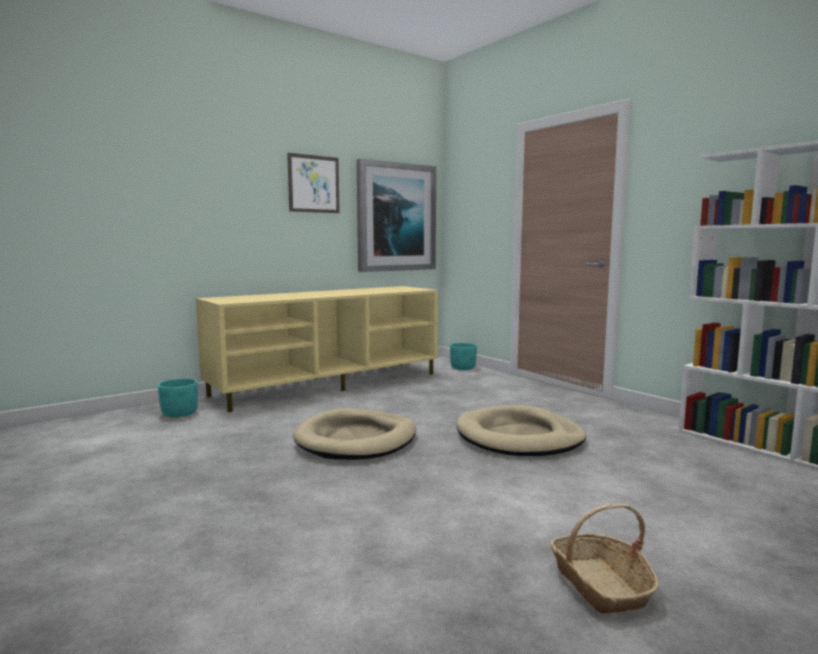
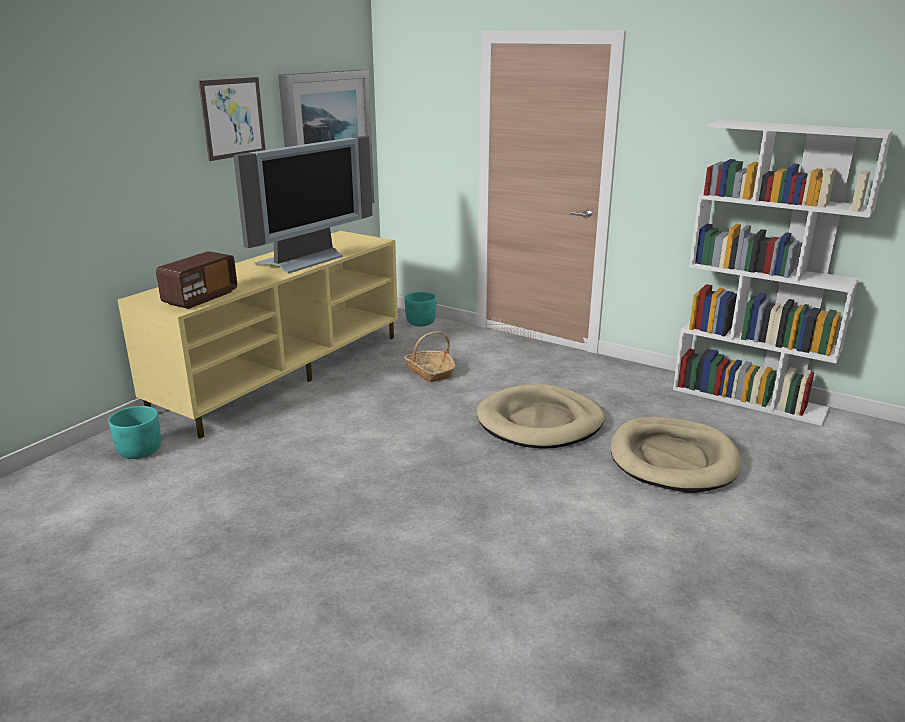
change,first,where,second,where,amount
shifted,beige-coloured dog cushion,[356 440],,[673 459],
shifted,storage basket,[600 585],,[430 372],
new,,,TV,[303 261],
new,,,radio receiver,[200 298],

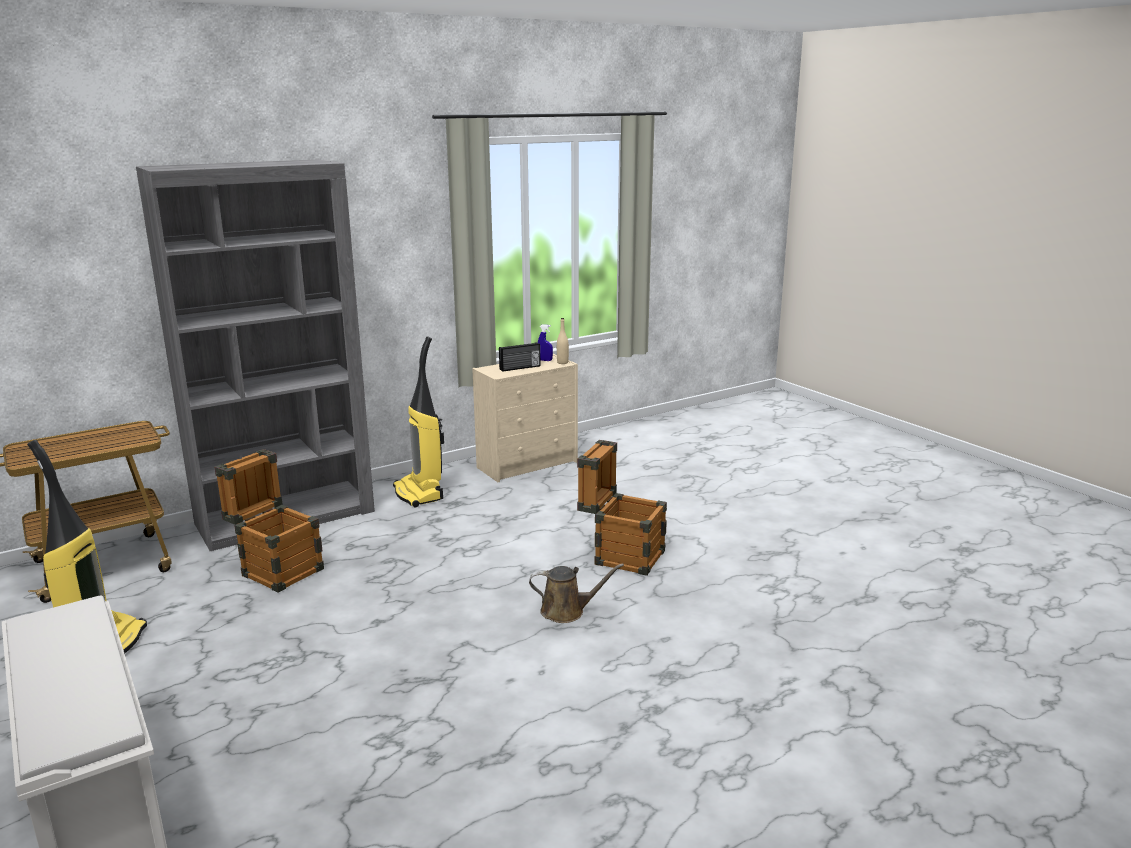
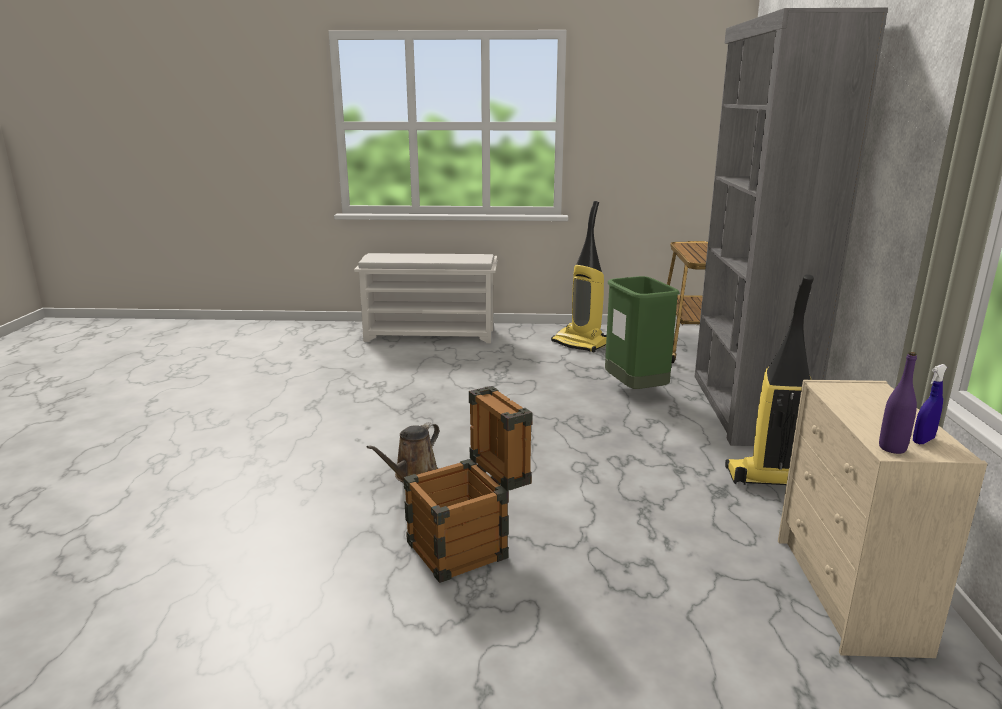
change,first,where,second,where,amount
repainted,beige-coloured bottle,[562 362],purple-coloured bottle,[892 448],
gone,radio receiver,[520 368],,,
swapped,shipping crate,[277 569],greenish rubbish bin,[635 391],

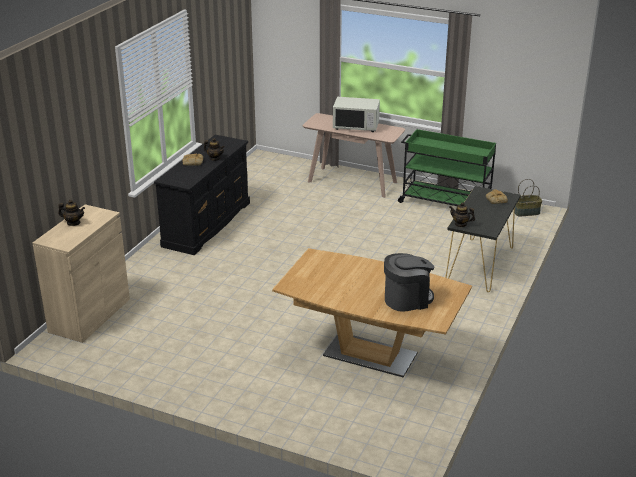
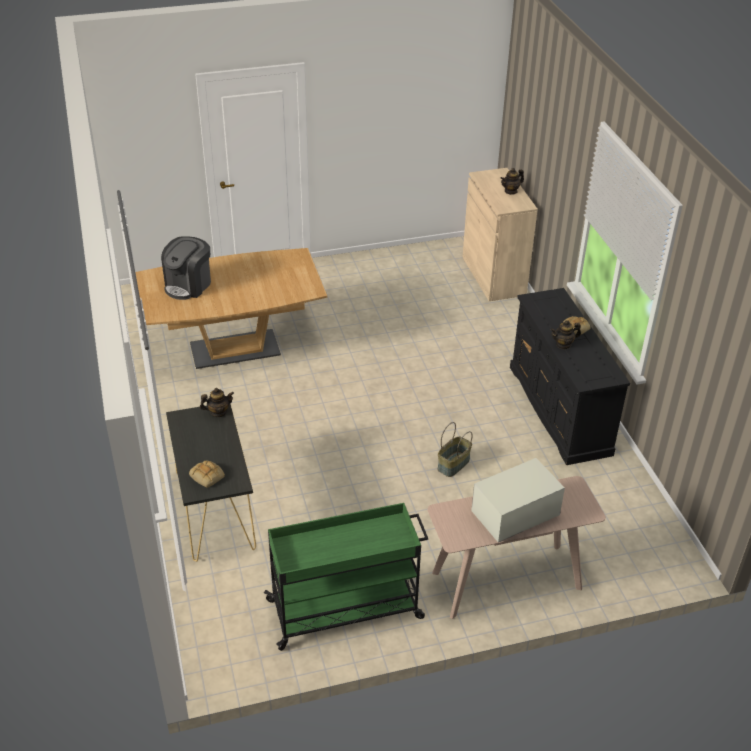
change,first,where,second,where,amount
shifted,storage basket,[526 212],,[453 465],

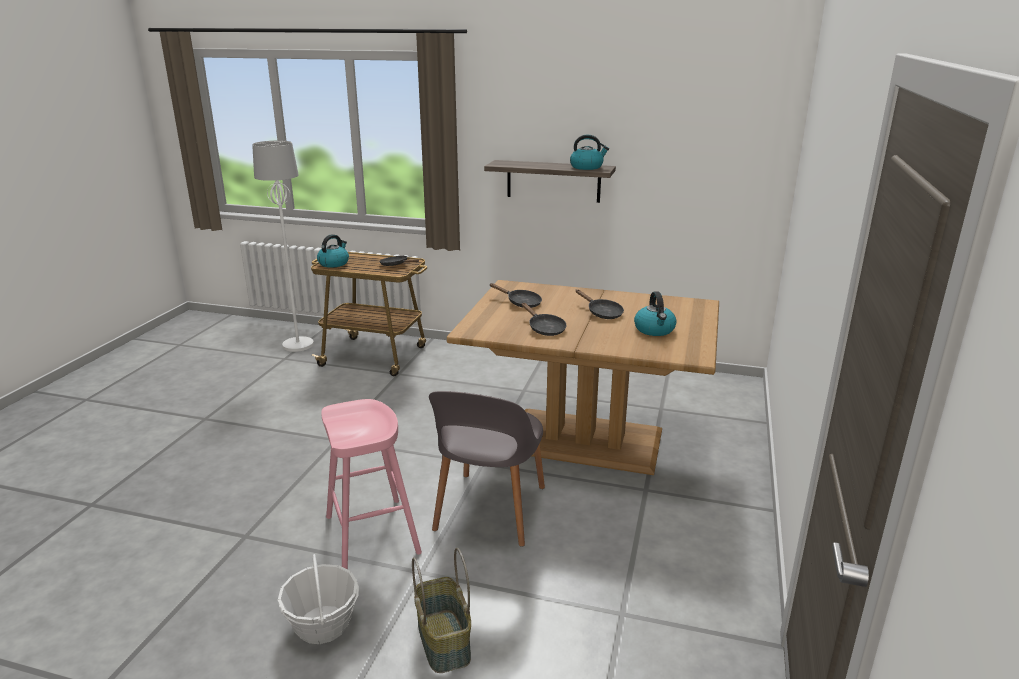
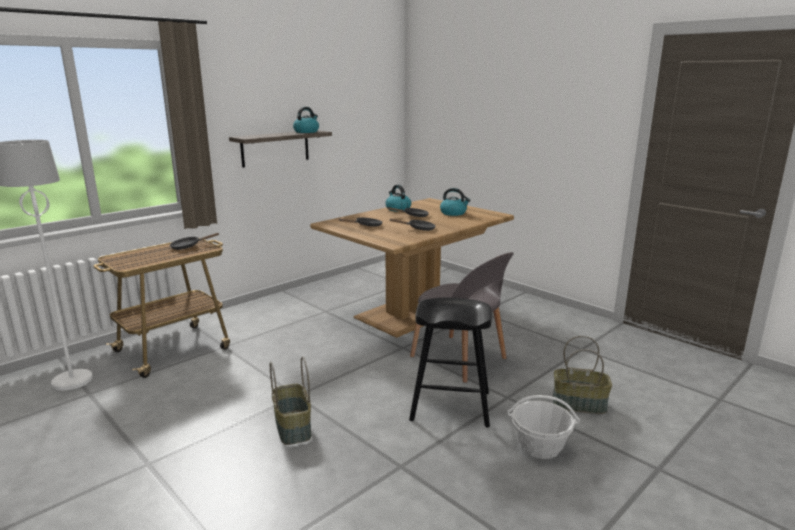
change,first,where,second,where,amount
shifted,water kettle,[334 263],,[397 209],
repainted,pinkish stool,[372 534],black stool,[450 406],
new,,,storage basket,[294 427],

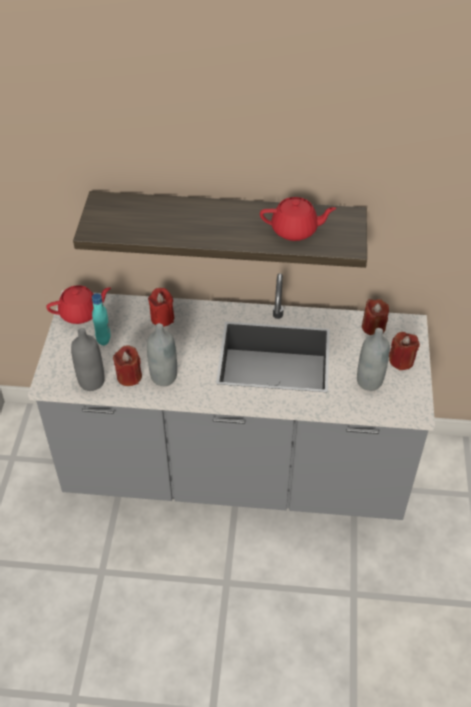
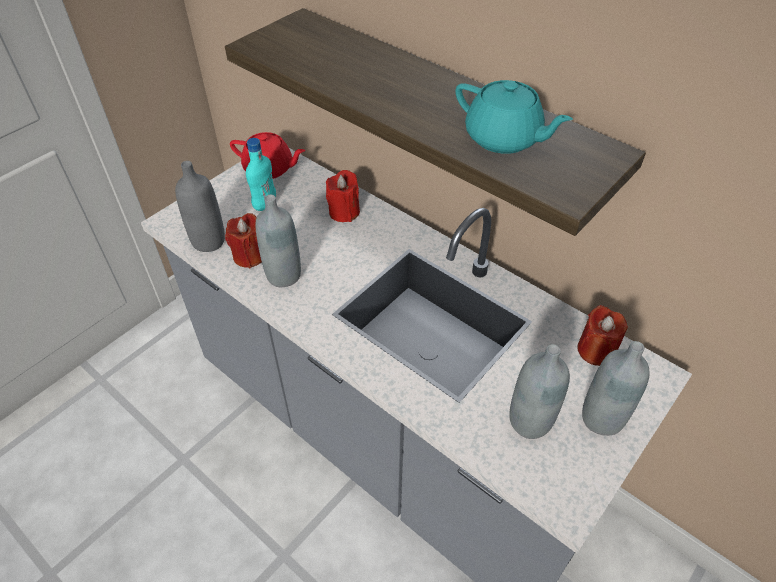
change,first,where,second,where,amount
repainted,red tea pot,[295 230],turquoise-coloured tea pot,[504 139],
swapped,red candle,[401 361],grey bottle,[601 418],

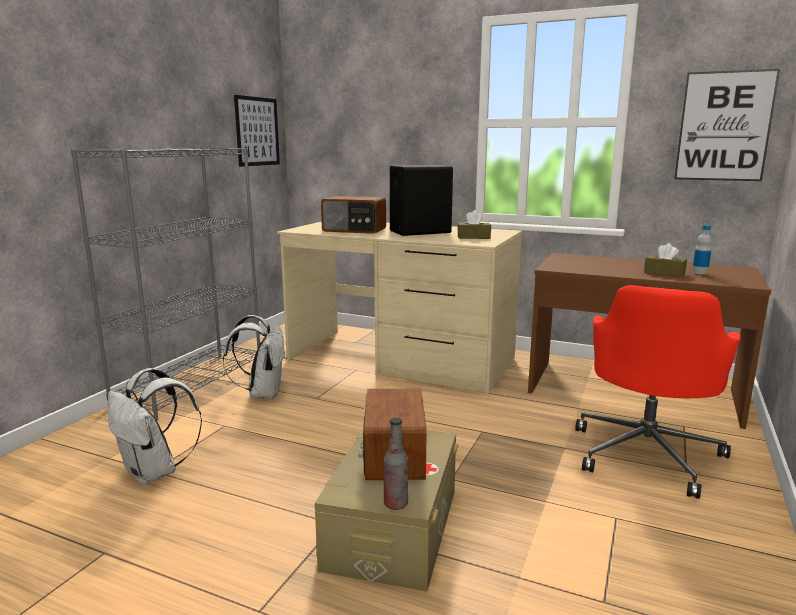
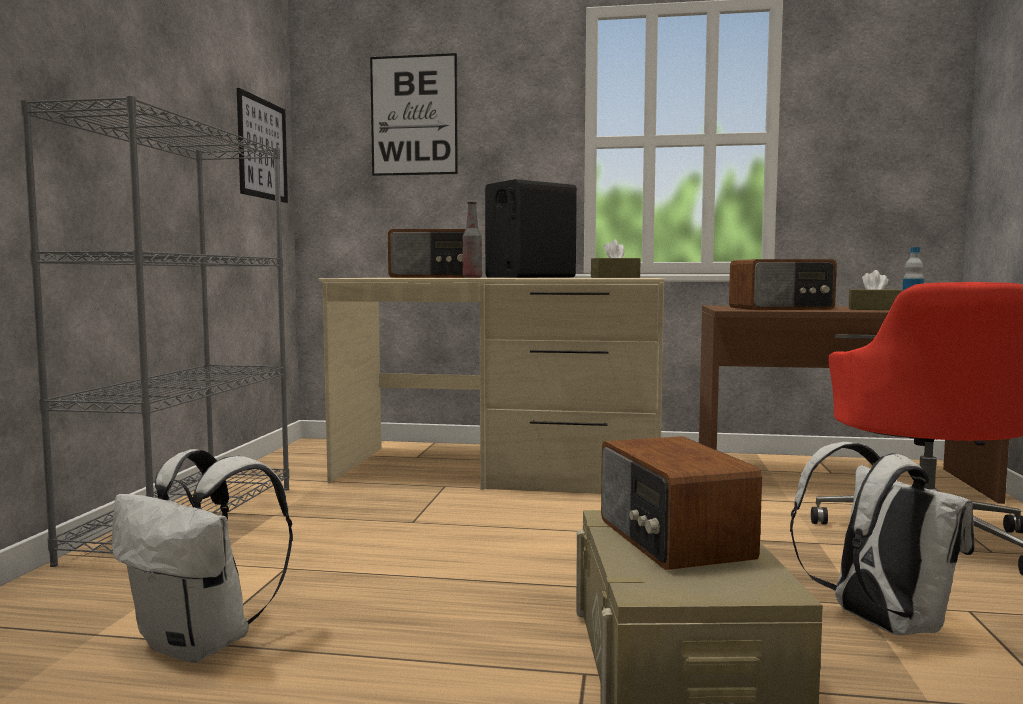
change,first,where,second,where,amount
shifted,picture,[724 126],,[414 115],
shifted,white backpack,[262 394],,[878 623],
shifted,bottle,[395 504],,[472 277],
new,,,radio receiver,[781 308],

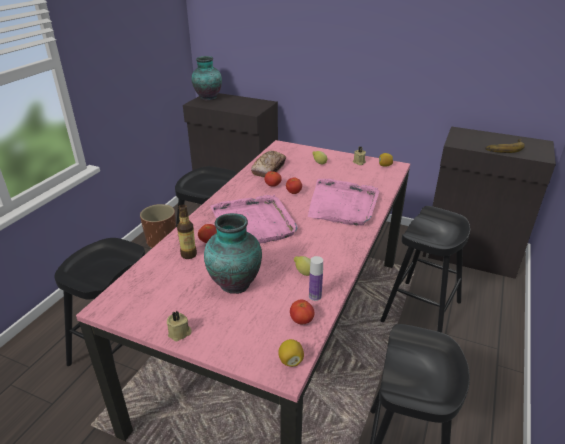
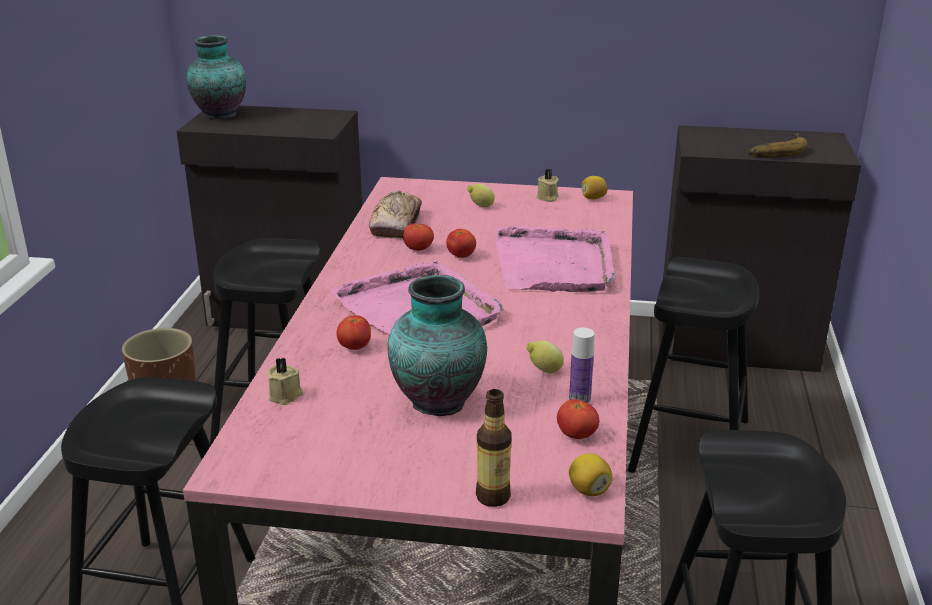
change,first,where,second,where,amount
shifted,bottle,[189 254],,[493 497],
shifted,beige-coloured candle,[180 333],,[286 396],

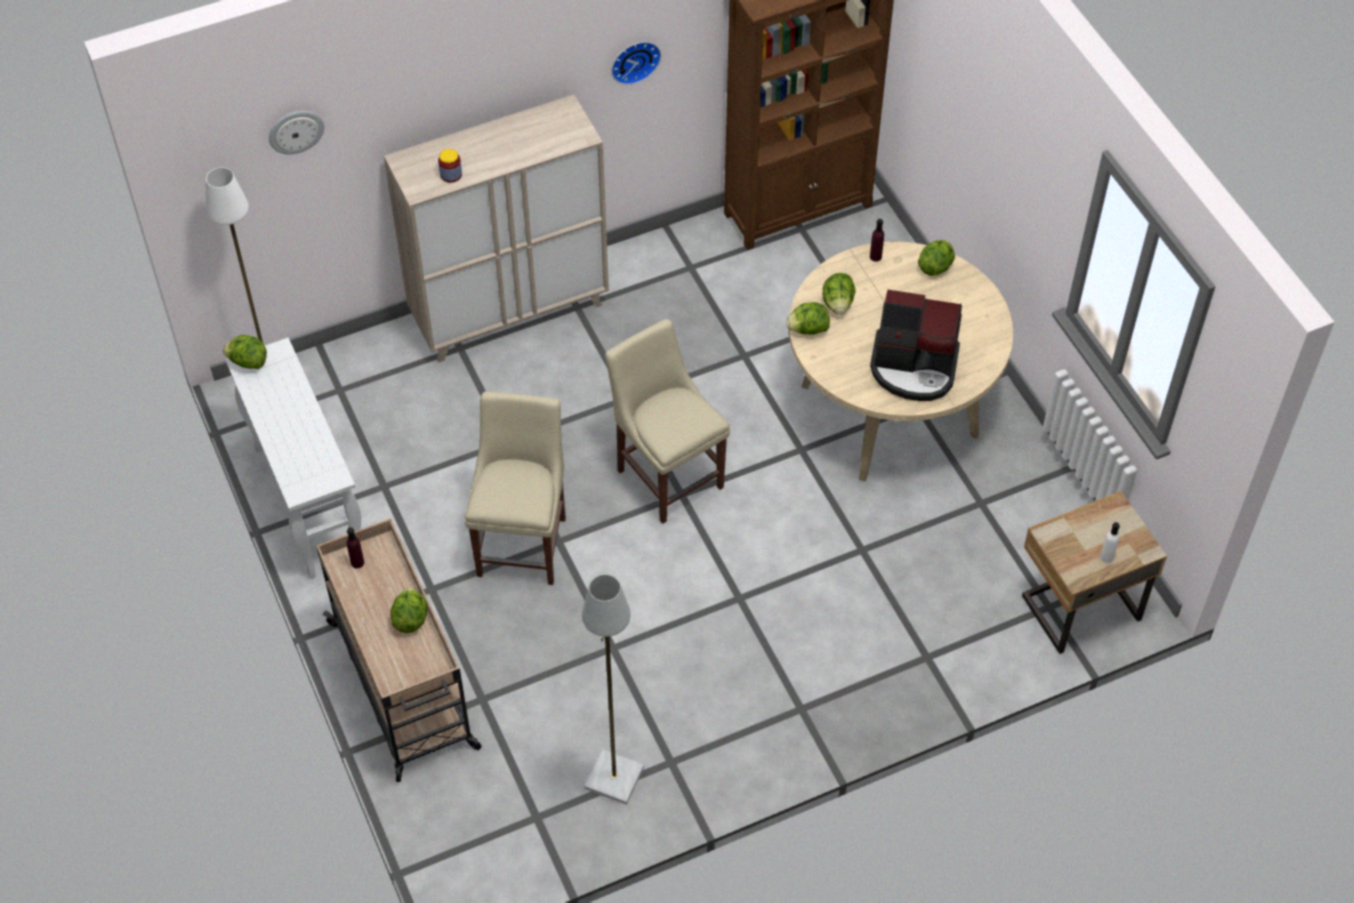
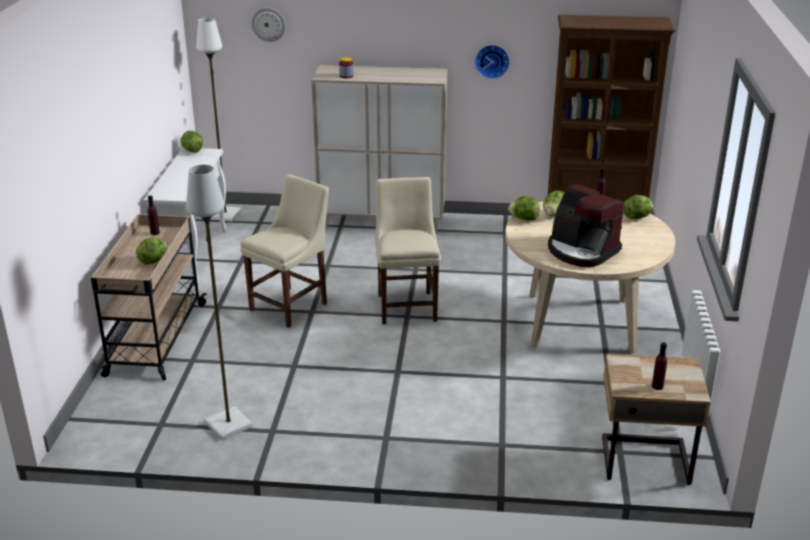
change,first,where,second,where,amount
repainted,white bottle,[1106 557],purple-coloured bottle,[657 386],

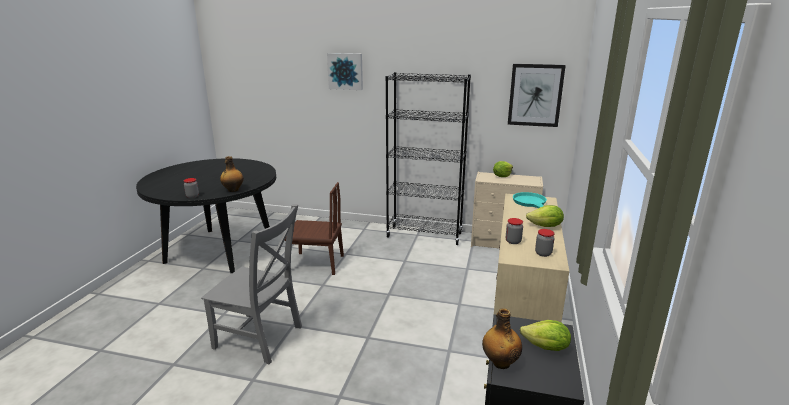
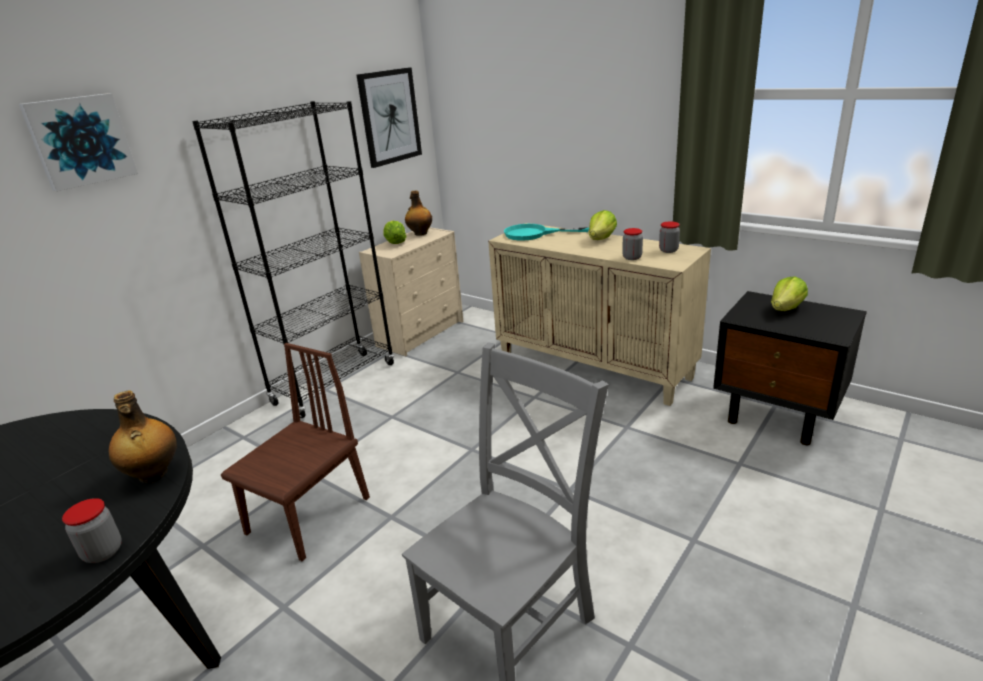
change,first,where,second,where,amount
shifted,bottle,[500 362],,[420 233],

